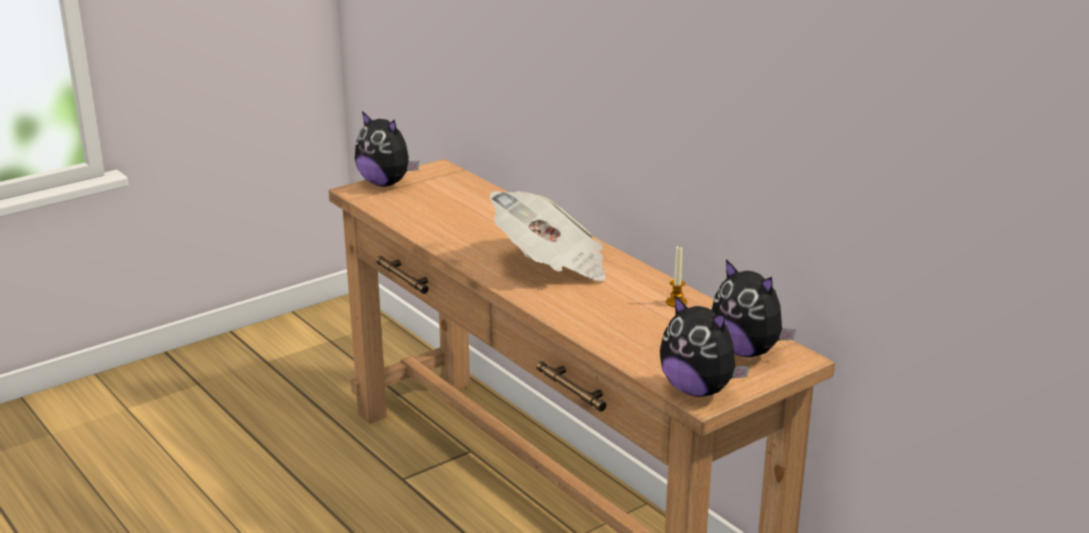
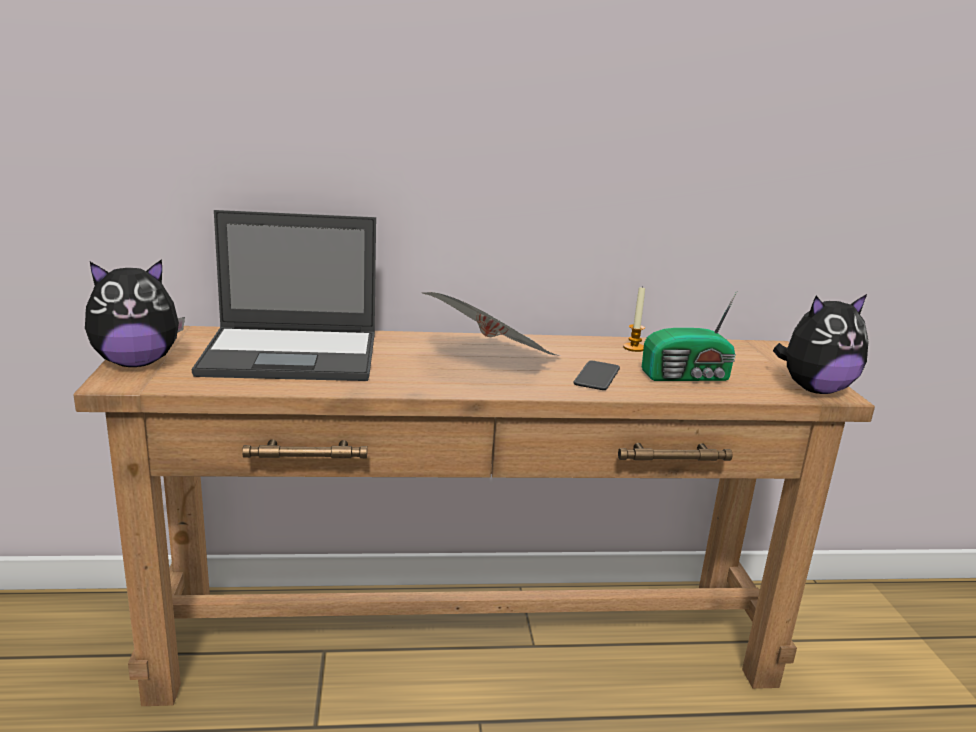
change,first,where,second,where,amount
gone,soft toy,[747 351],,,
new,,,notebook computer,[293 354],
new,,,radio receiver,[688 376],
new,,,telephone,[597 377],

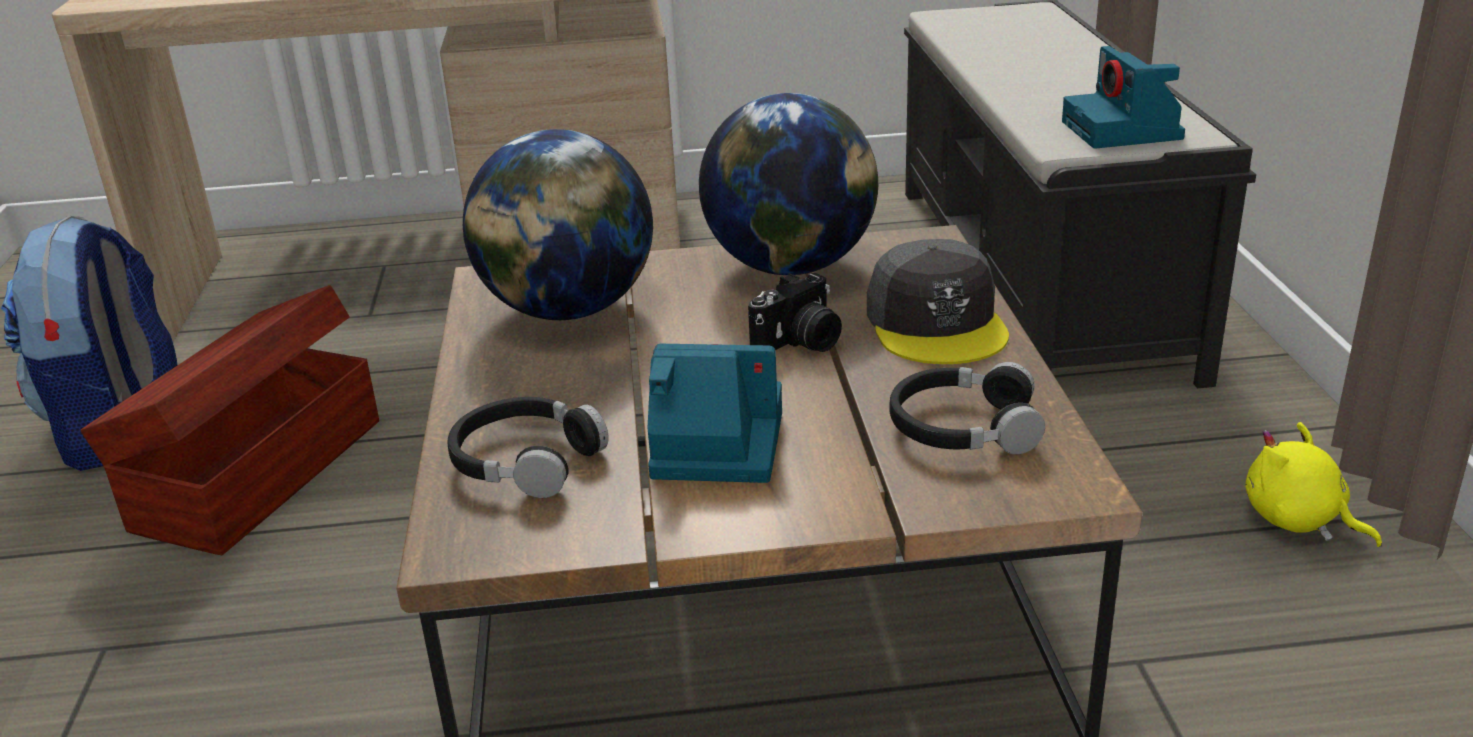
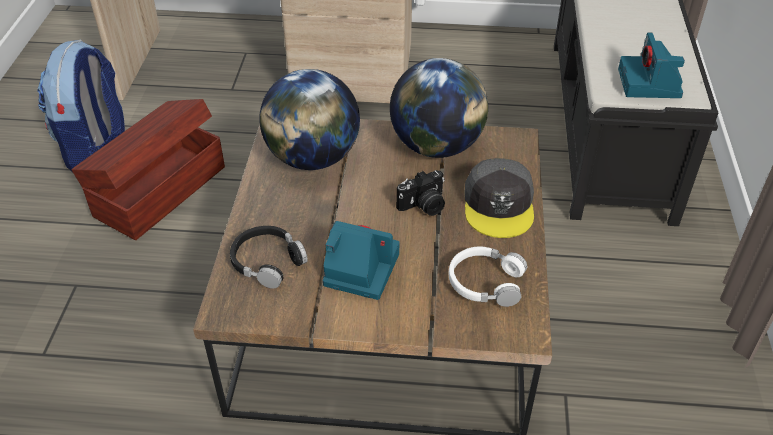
change,first,where,second,where,amount
repainted,black headset,[963 428],white headset,[485 283],
gone,yellow-coloured soft toy,[1298 520],,,

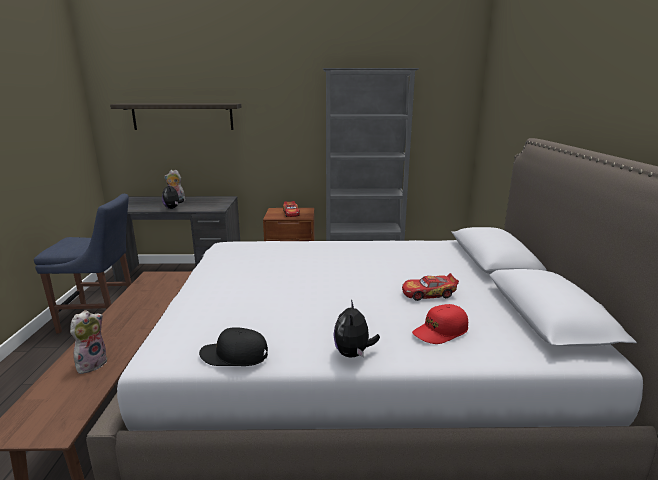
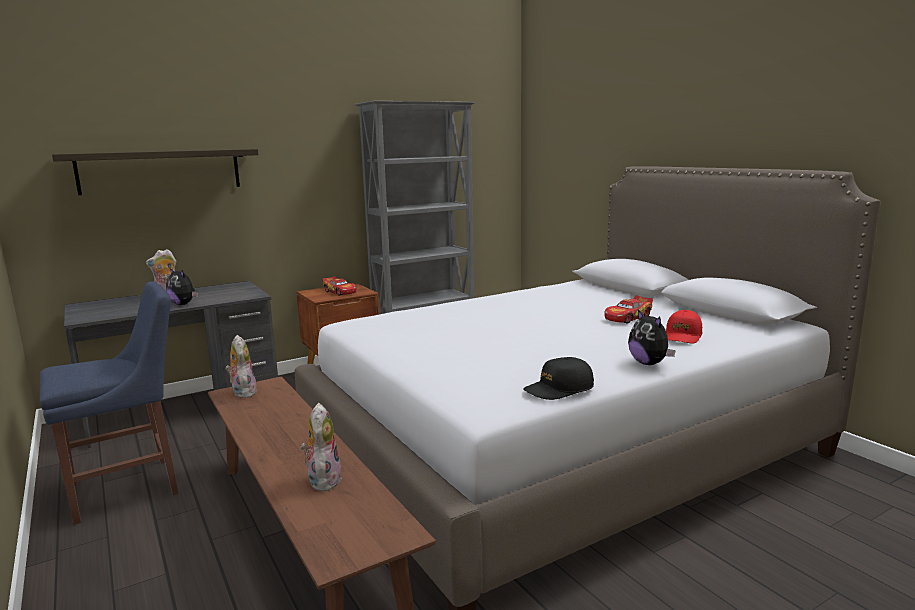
change,first,where,second,where,amount
new,,,soft toy,[243 392],

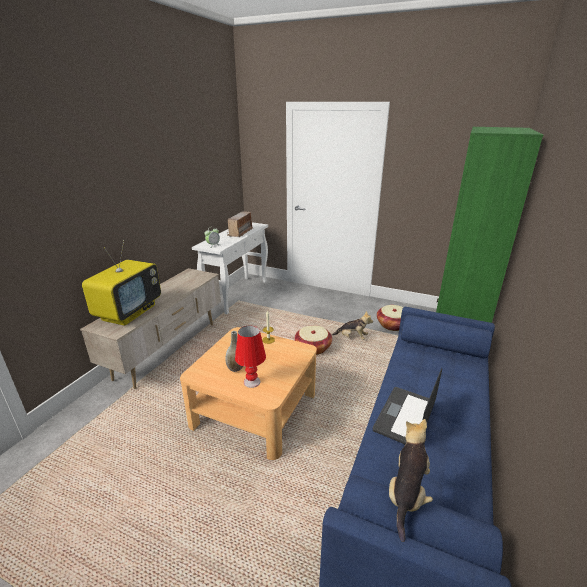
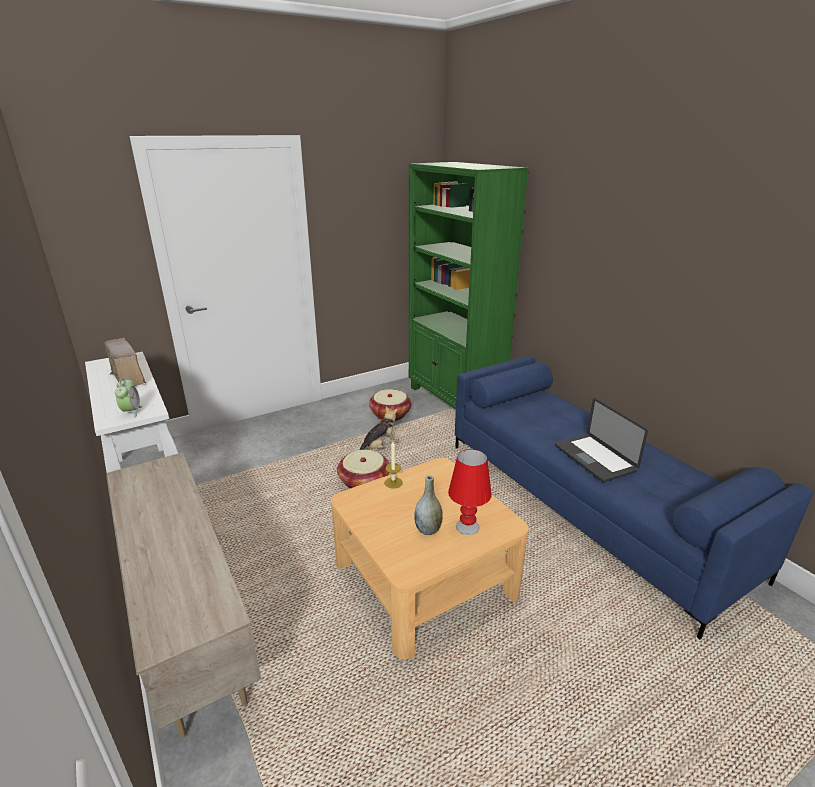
change,first,where,second,where,amount
gone,TV,[129 312],,,
gone,soft toy,[407 494],,,

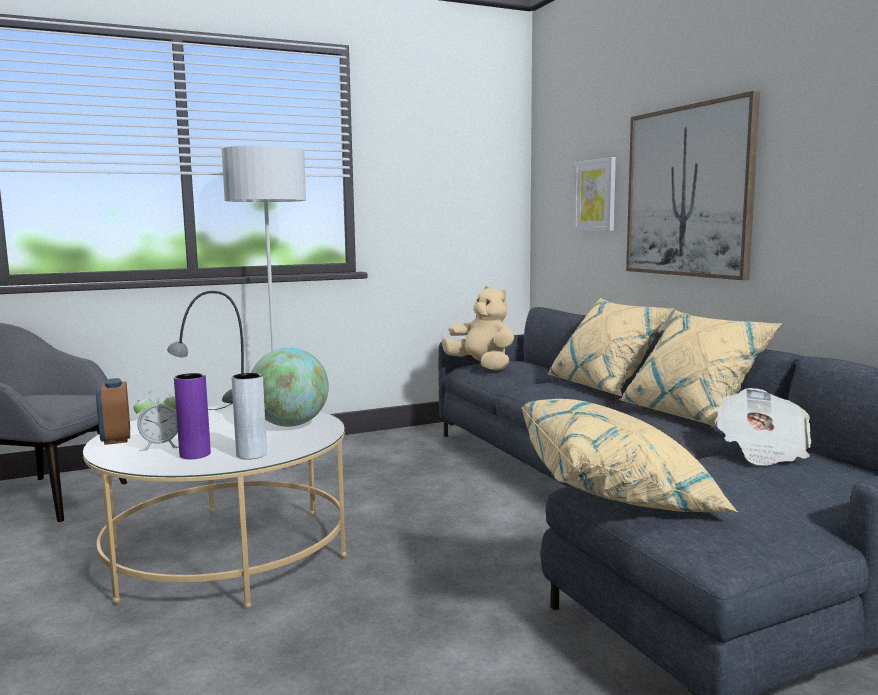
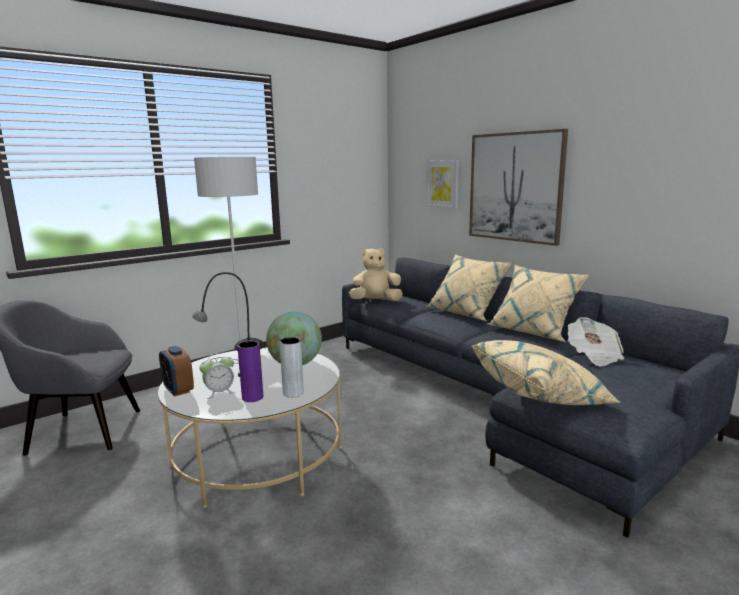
change,first,where,second,where,amount
rotated,beige-coloured soft toy,[482 366],,[375 301],45 degrees counterclockwise

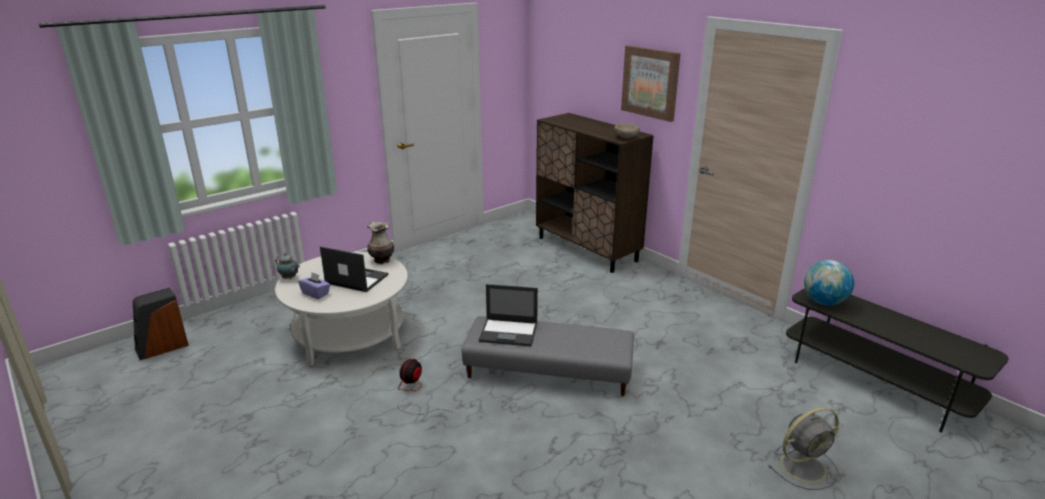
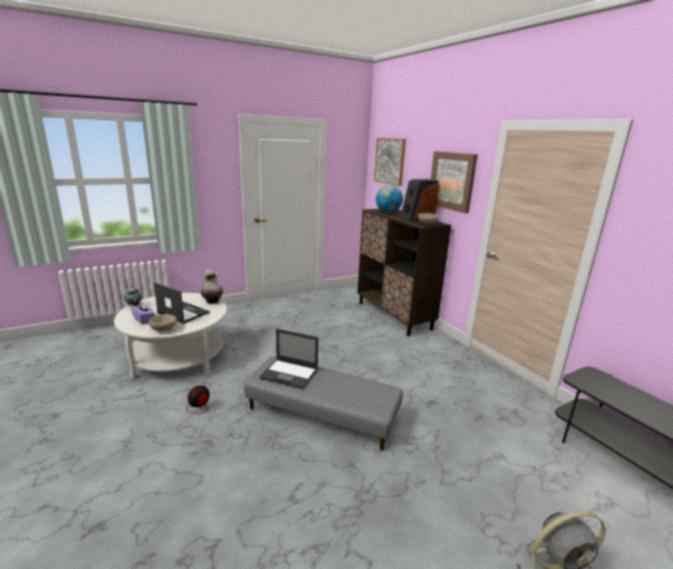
change,first,where,second,where,amount
shifted,desk globe,[824 302],,[388 212],
shifted,audio speaker,[162 347],,[417 219],
new,,,picture,[390 161],
new,,,beige-coloured deep dish,[165 330],

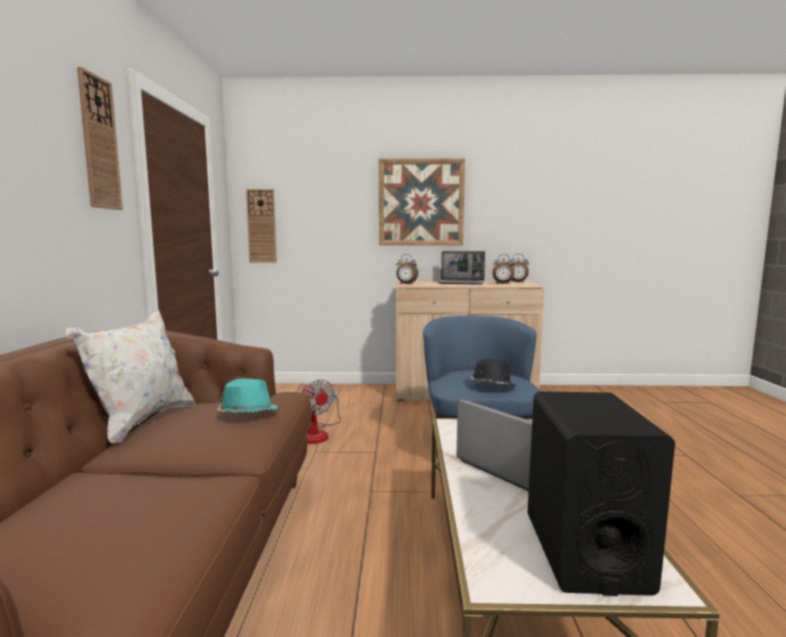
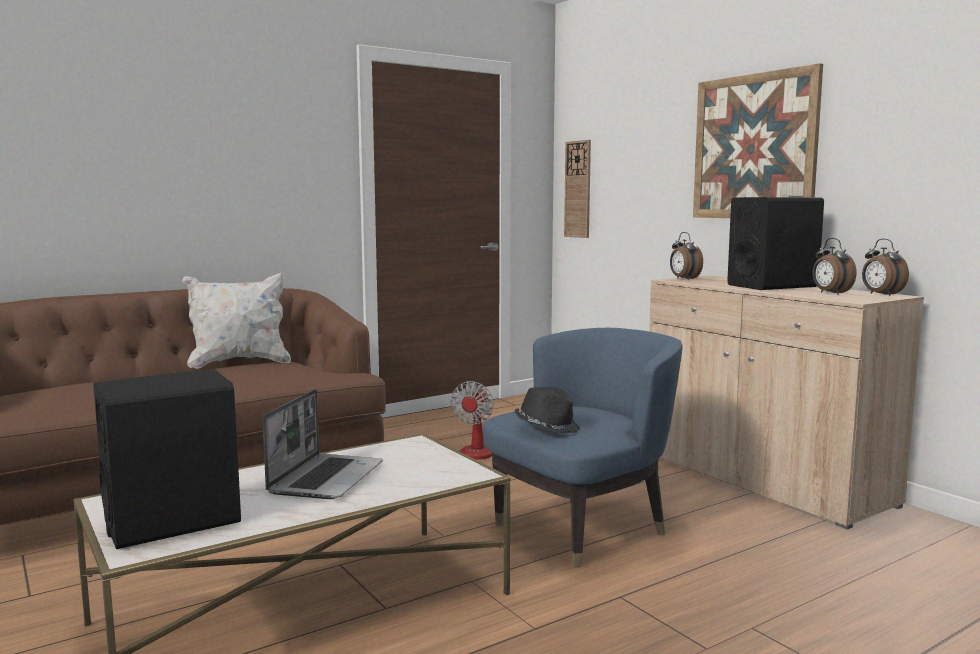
change,first,where,second,where,amount
gone,clock on the wall,[99 143],,,
swapped,notebook computer,[462 283],black audio speaker,[772 286],
gone,turquoise-coloured clothing hat,[247 414],,,

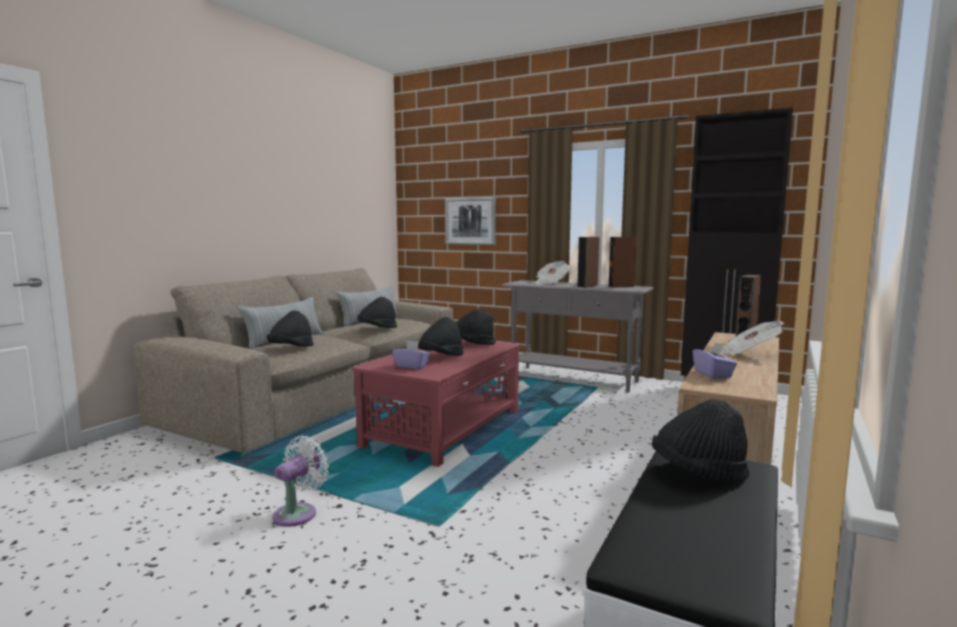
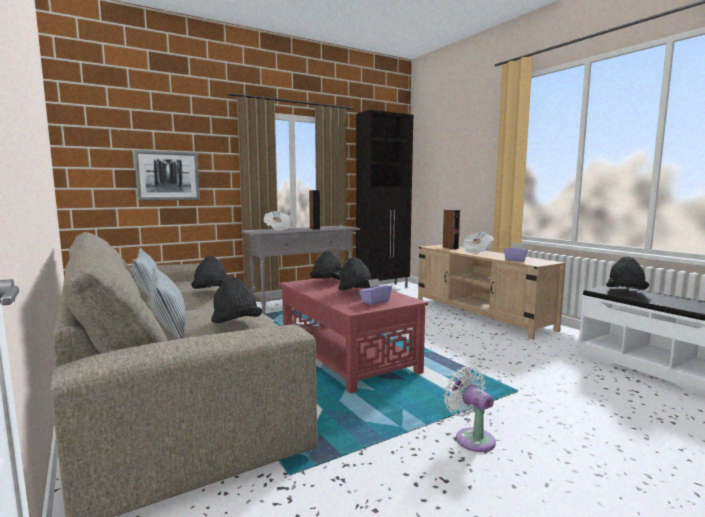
change,first,where,second,where,amount
gone,brownish audio speaker,[621 286],,,

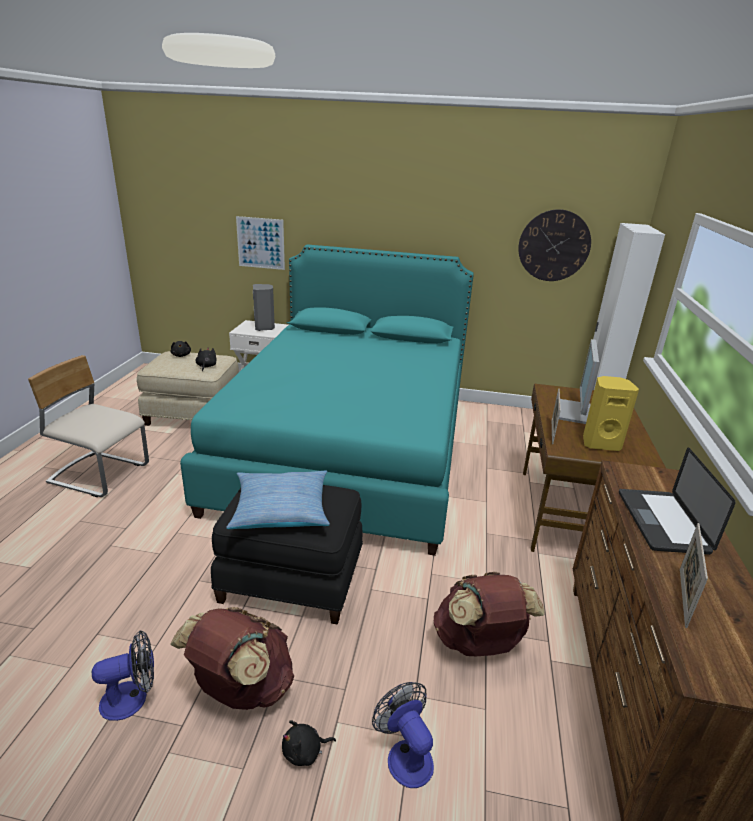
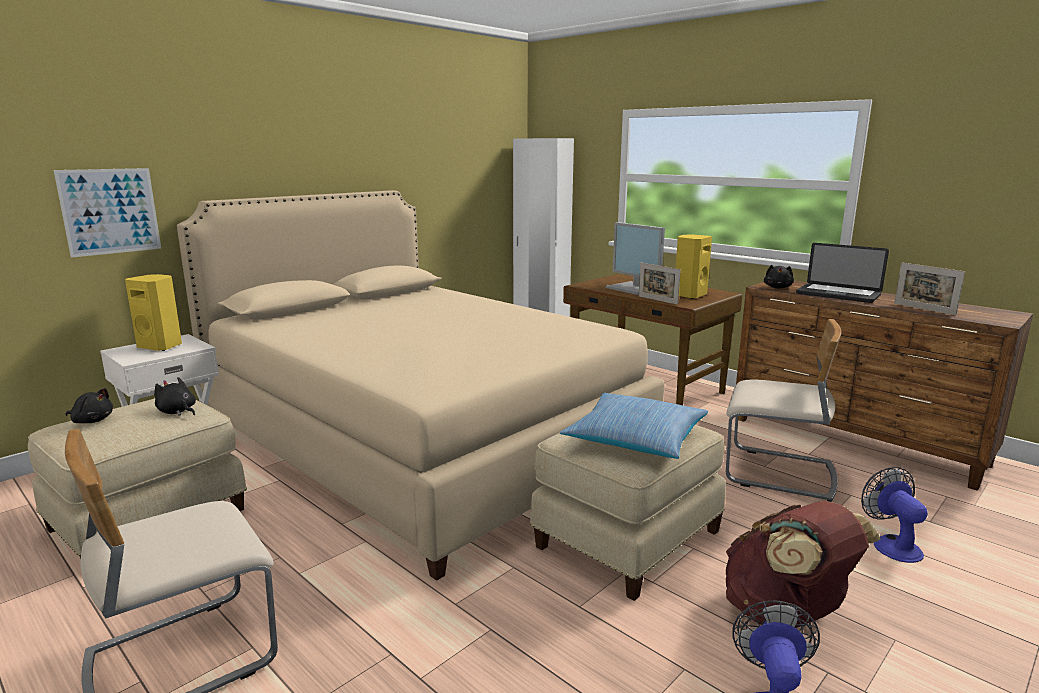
change,first,where,second,where,amount
gone,clock on the wall,[554 246],,,
repainted,turquoise-coloured sleeping bed,[349 449],beige-coloured sleeping bed,[421 440],
repainted,grey audio speaker,[264 327],yellow-coloured audio speaker,[161 346],
repainted,black pouffe,[292 577],beige-coloured pouffe,[626 537],
swapped,brownish backpack,[479 644],beige-coloured chair,[778 473],
rotated,fan,[405 755],,[891 544],75 degrees clockwise
shifted,black soft toy,[305 752],,[777 287],

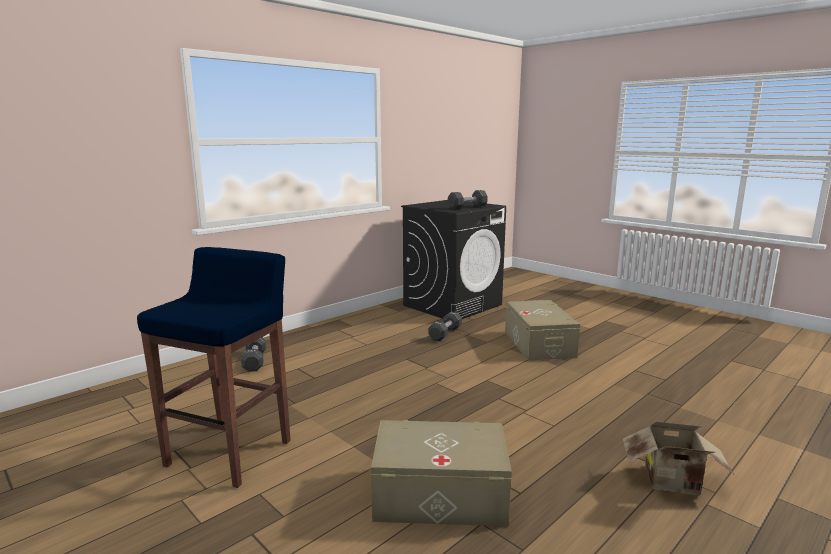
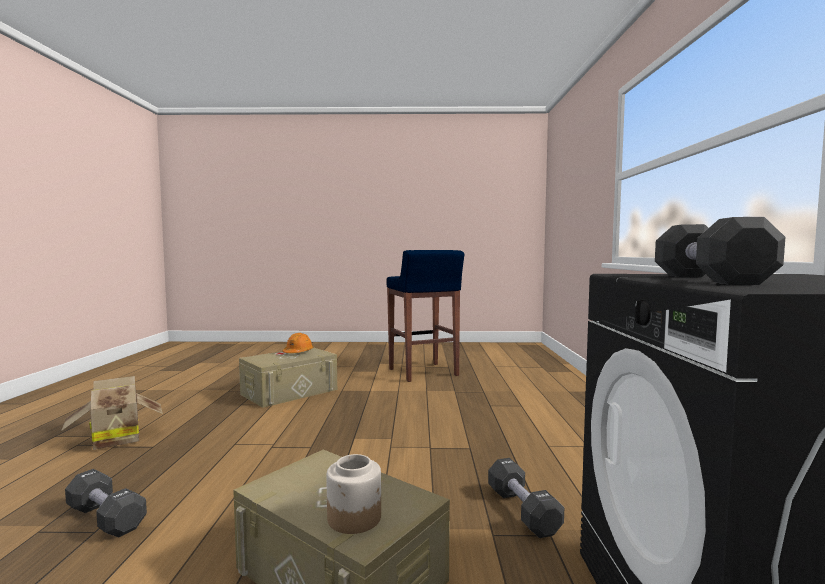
change,first,where,second,where,amount
shifted,black free weight,[255 361],,[106 518],
new,,,orange safety helmet,[298 352],
new,,,preserve jar,[355 518],

